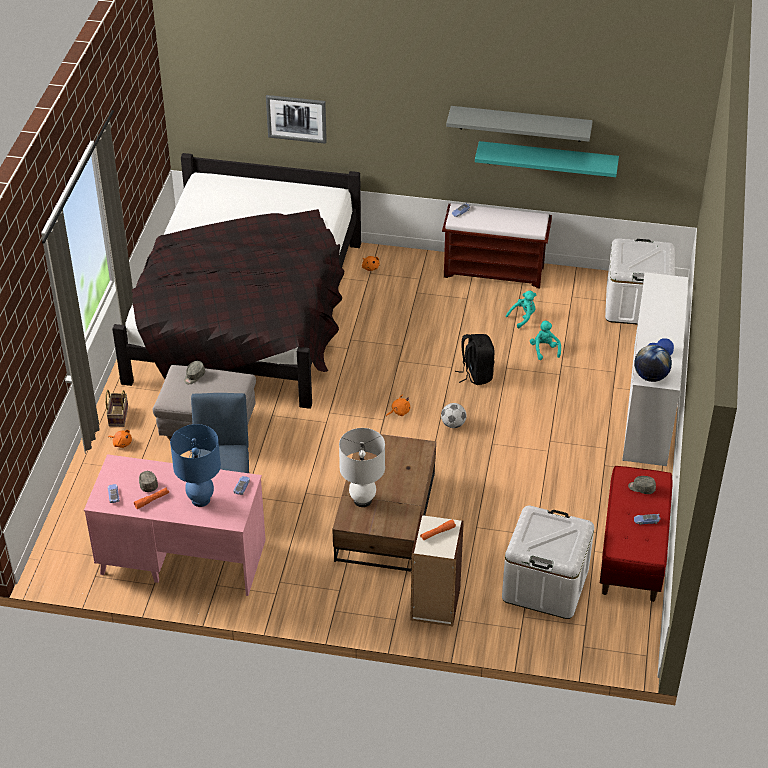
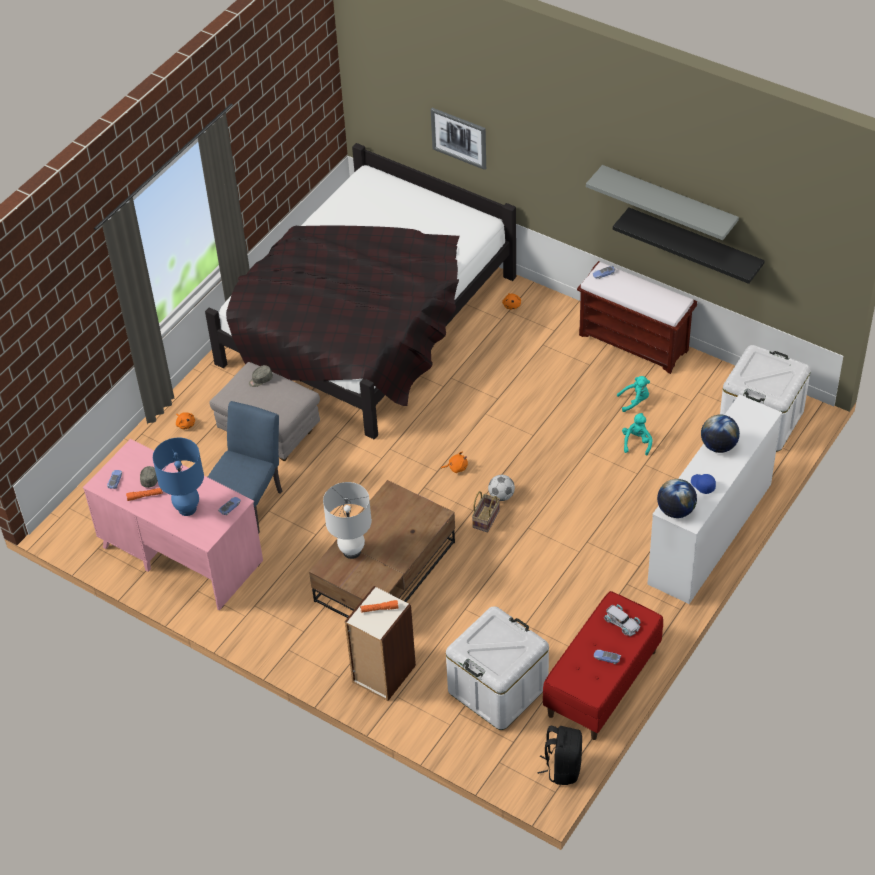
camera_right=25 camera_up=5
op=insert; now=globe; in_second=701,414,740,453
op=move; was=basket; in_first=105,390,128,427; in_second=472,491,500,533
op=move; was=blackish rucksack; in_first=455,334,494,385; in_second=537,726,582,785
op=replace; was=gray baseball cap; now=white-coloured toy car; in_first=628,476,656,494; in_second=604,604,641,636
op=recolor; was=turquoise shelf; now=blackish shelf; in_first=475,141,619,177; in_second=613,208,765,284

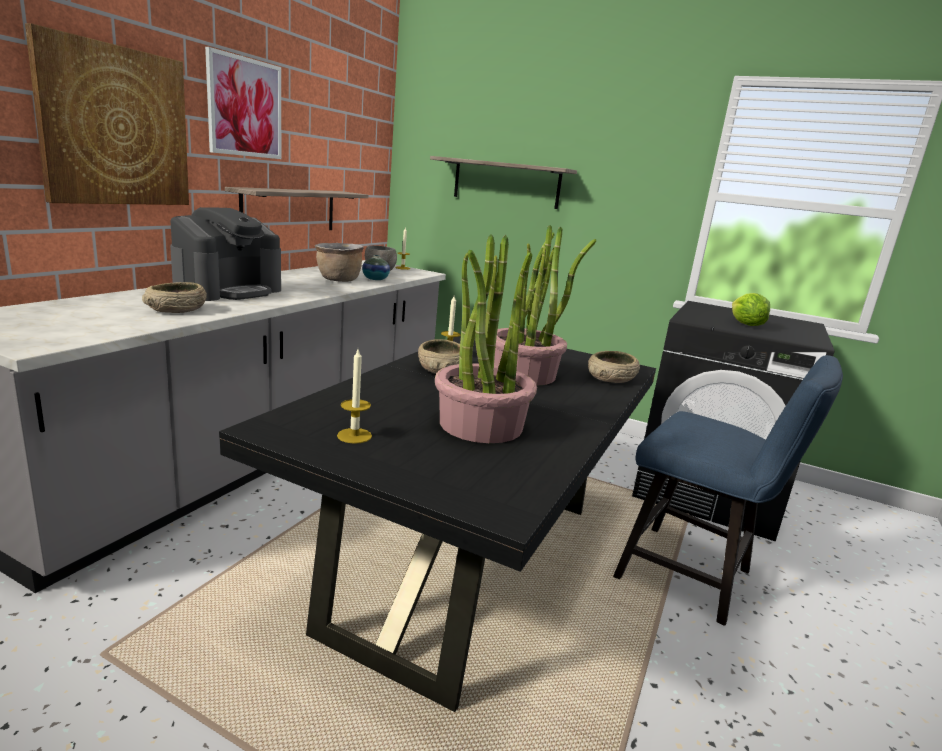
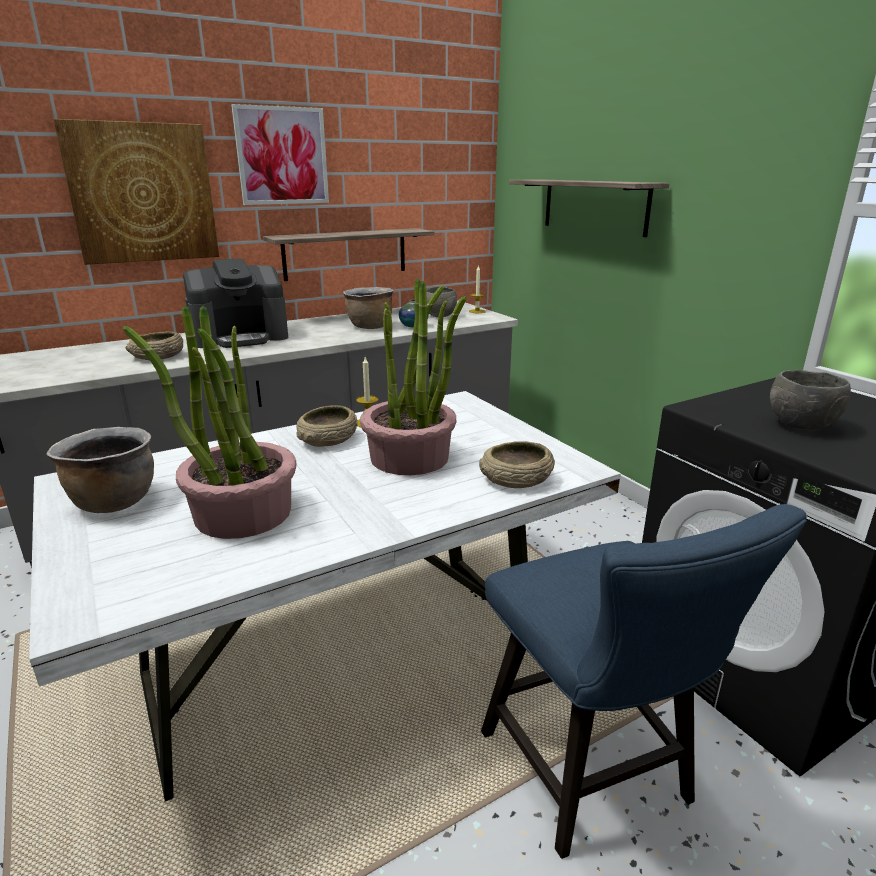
camera_right=35 camera_up=5
op=replace; was=wax candle; now=brown-coloured saucepot; in_first=337,349,372,444; in_second=47,427,154,513
op=replace; was=lettuce; now=gray deep dish; in_first=732,293,770,326; in_second=770,370,851,430
op=recolor; was=blackish dinner table; now=white-coloured dinner table; in_first=219,334,656,712; in_second=29,391,621,801

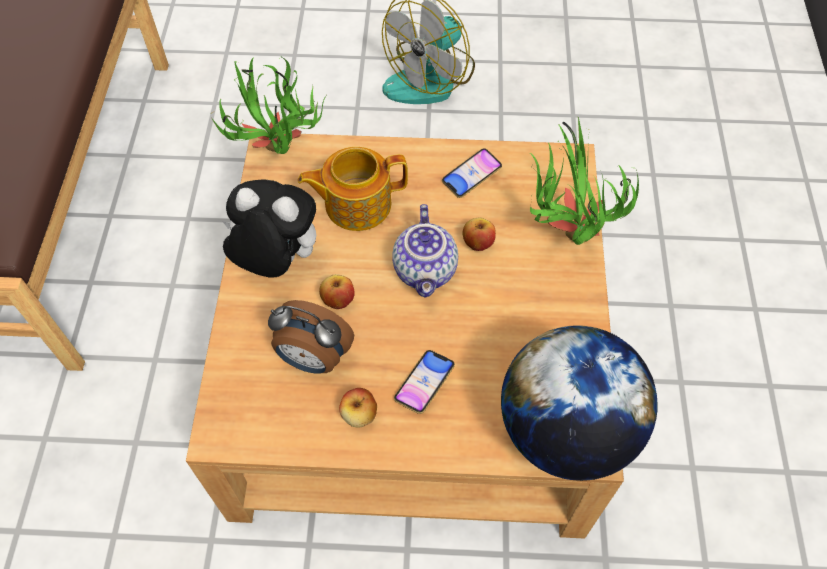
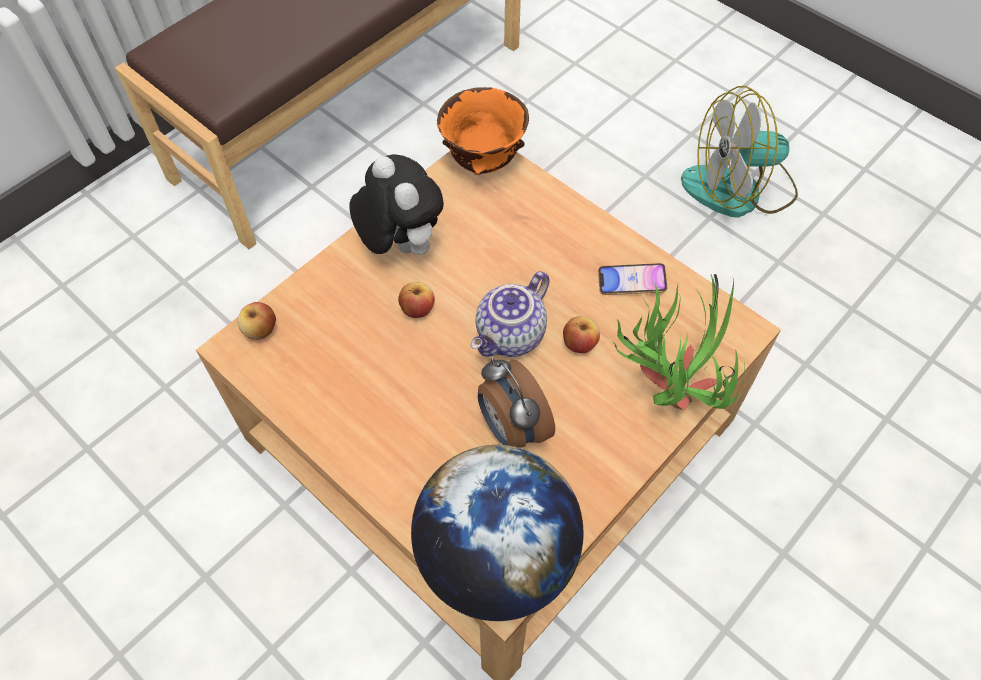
camera_right=40 camera_up=0
op=delete; was=teapot; in_first=298,147,408,231
op=delete; was=telephone; in_first=394,350,455,414
op=move; was=alarm clock; in_first=268,300,354,374; in_second=478,358,555,448
op=move; was=whole apple; in_first=339,388,377,428; in_second=238,302,276,340
op=replace; was=houseplant; now=orange deep dish; in_first=212,57,326,154; in_second=437,87,529,175

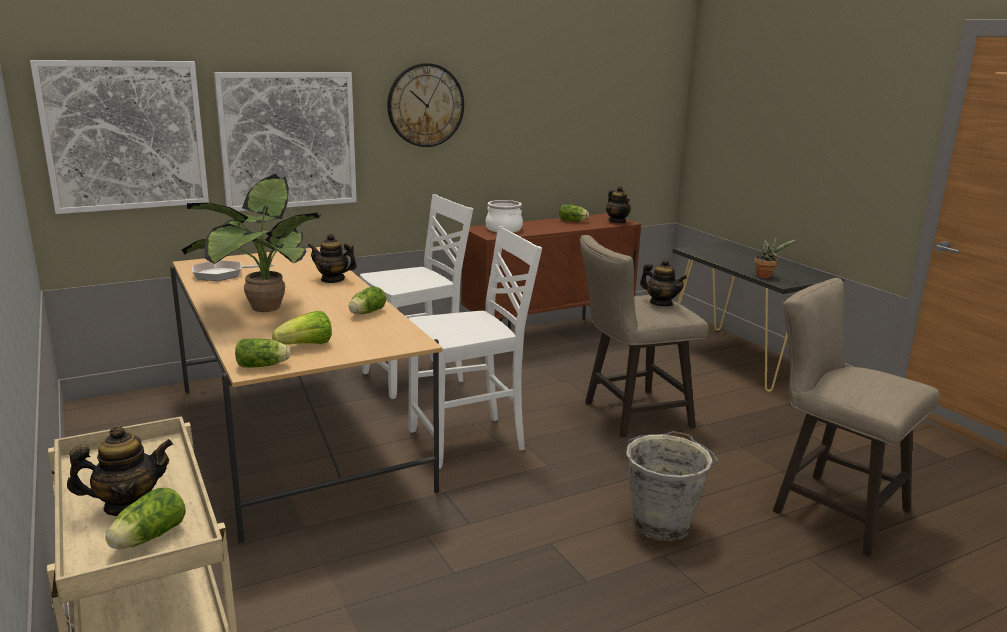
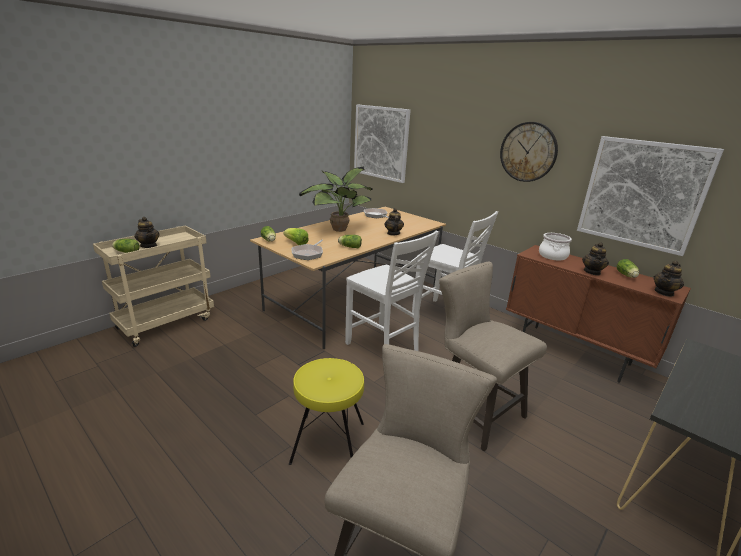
camera_right=70 camera_up=5
op=delete; was=houseplant; in_first=754,236,796,278
op=insert; now=frying pan; in_second=292,240,323,260
op=move; was=picture; in_first=214,72,357,211; in_second=577,136,724,256
op=move; was=teapot; in_first=640,259,687,306; in_second=582,242,609,275
op=replace; was=gray pail; now=yellow sitting stool; in_first=626,431,718,541; in_second=289,358,364,465

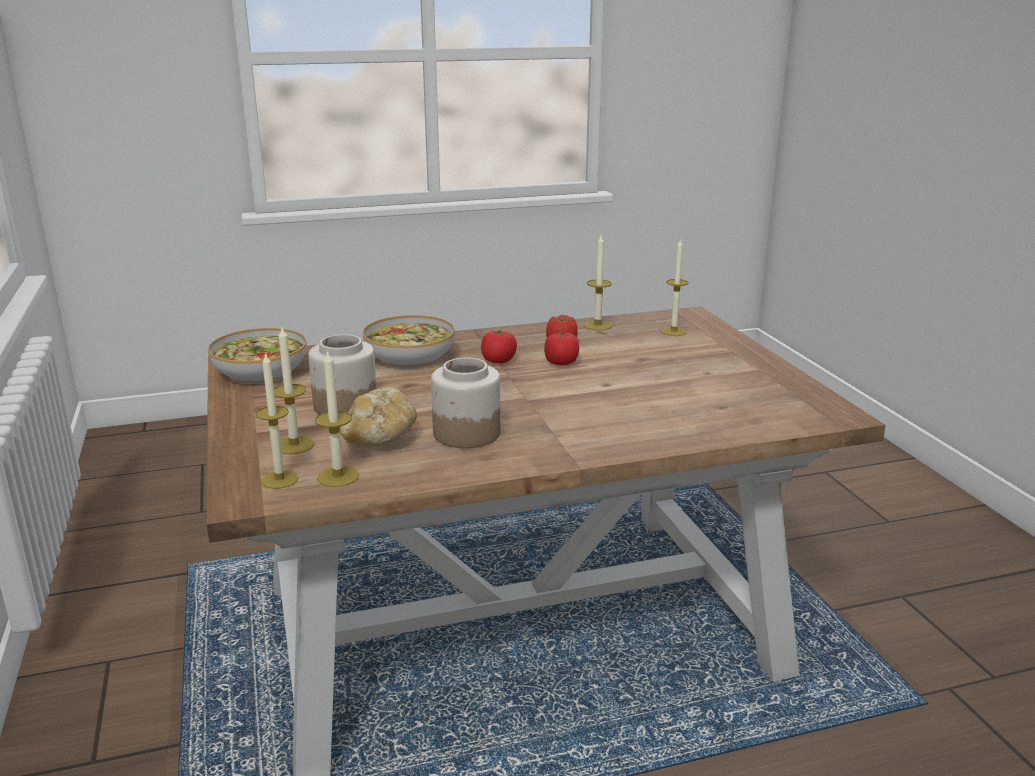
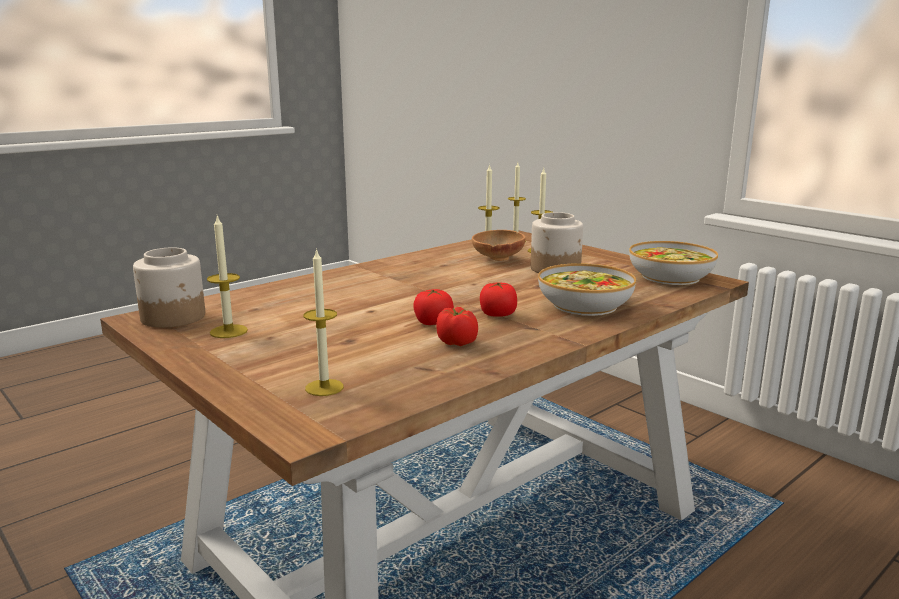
camera_right=155 camera_up=-5
op=move; was=jar; in_first=431,357,501,448; in_second=133,247,205,328
op=move; was=wax candle; in_first=584,235,612,330; in_second=207,216,248,338
op=replace; was=baked bread; now=brown-coloured deep dish; in_first=340,386,417,447; in_second=472,230,526,261

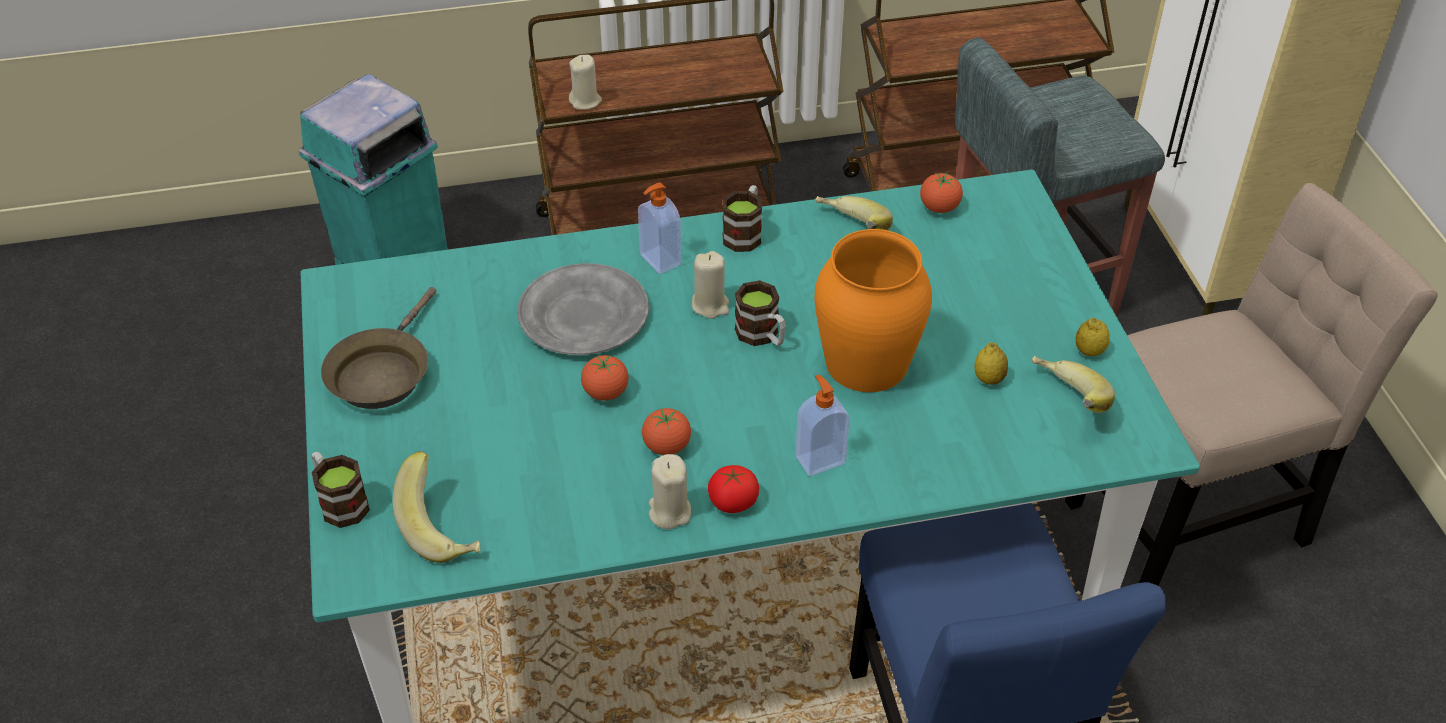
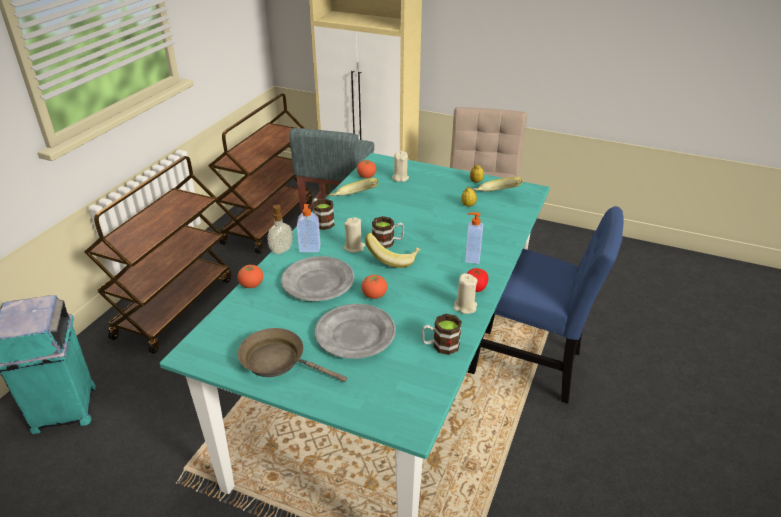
camera_right=-55 camera_up=-10
op=delete; was=orange flower vase; in_first=815,229,932,392
op=insert; now=soap bottle; in_second=267,205,293,254
op=insert; now=gray plate; in_second=315,304,396,359
op=move; was=coffee mug; in_first=312,451,370,528; in_second=422,314,462,355
op=move; was=banana; in_first=393,451,480,563; in_second=365,233,421,268
op=move; was=beige wax candle; in_first=569,55,602,110; in_second=392,151,409,182
op=move; was=whole tomato; in_first=642,408,691,455; in_second=238,265,263,288
op=rotate; was=brown-coloured frying pan; in_first=321,287,436,409; in_second=238,328,347,382; clockwise=150

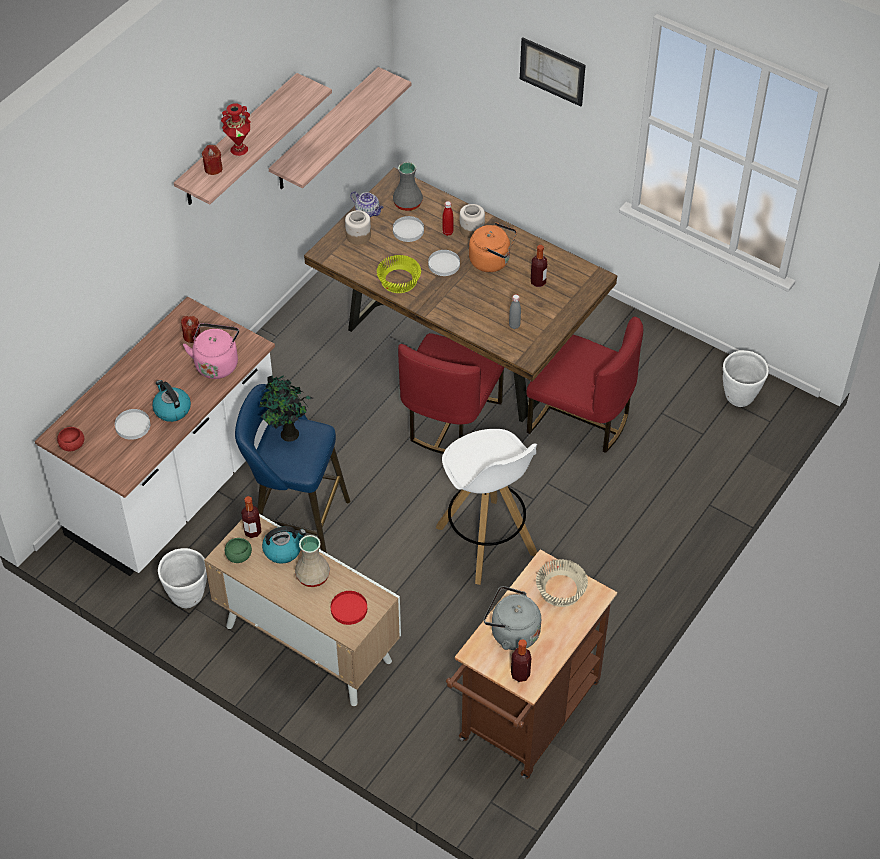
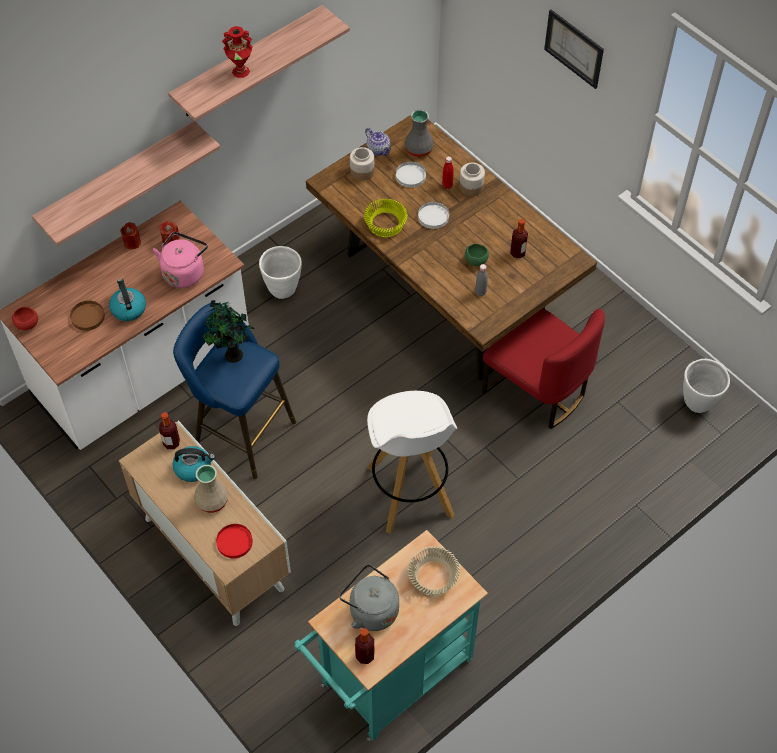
camera_right=15 camera_up=5
op=delete; was=red plain chair; in_first=398,333,504,454
op=delete; was=orange tea kettle; in_first=469,222,517,272
op=move; was=white-coloured flower pot; in_first=158,548,207,608; in_second=259,246,302,299
op=move; was=red wax candle; in_first=202,145,223,175; in_second=120,222,141,250
op=move; was=greenish deep dish; in_first=225,538,252,563; in_second=465,244,489,266
op=move; was=shelf; in_first=269,67,411,189; in_second=32,121,221,246
op=recolor; was=white-coloured plate; now=brown-coloured plate; in_first=115,409,150,440; in_second=70,301,105,331
op=recolor; was=brown-coloured wheeled cart; now=turquoise wheeled cart; in_first=446,549,617,779; in_second=294,530,488,741

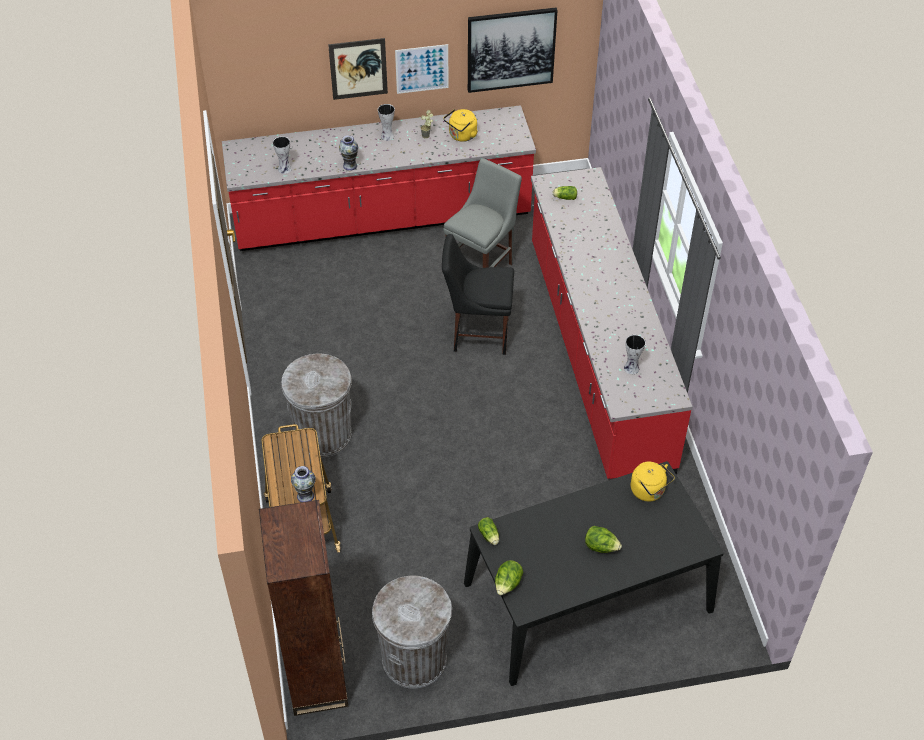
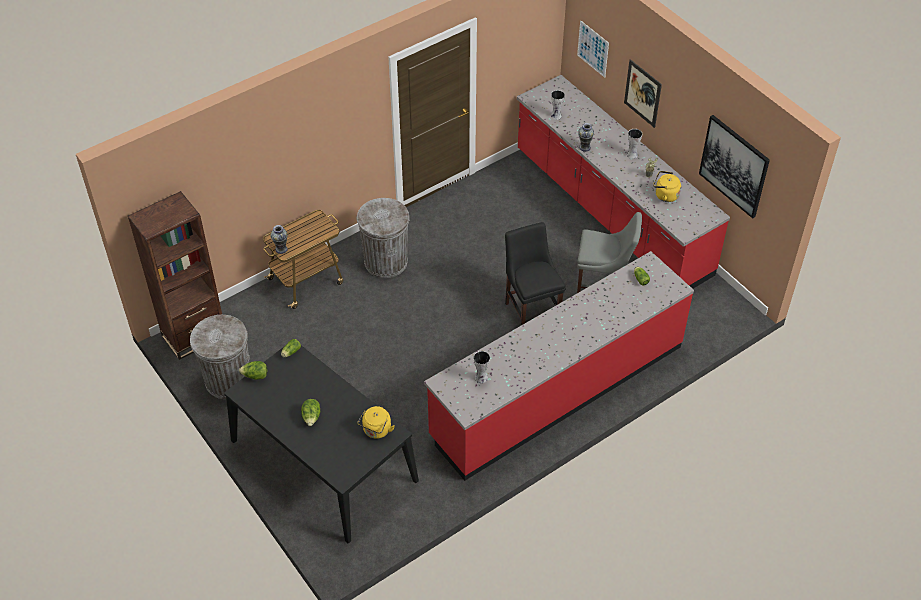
camera_right=65 camera_up=0
op=move; was=picture; in_first=395,44,449,94; in_second=577,20,609,78

